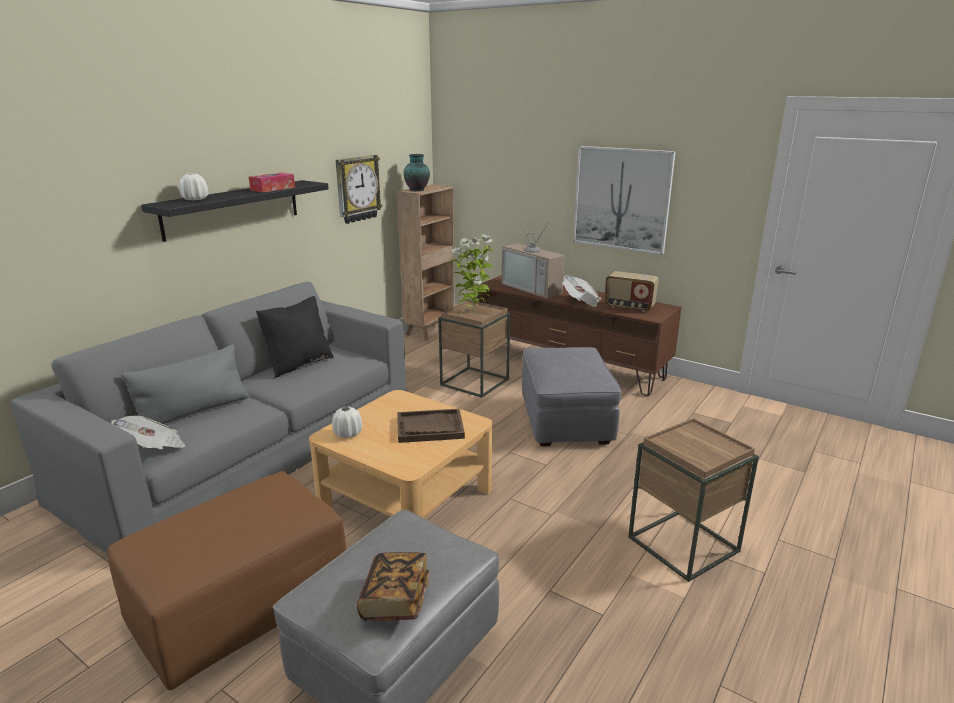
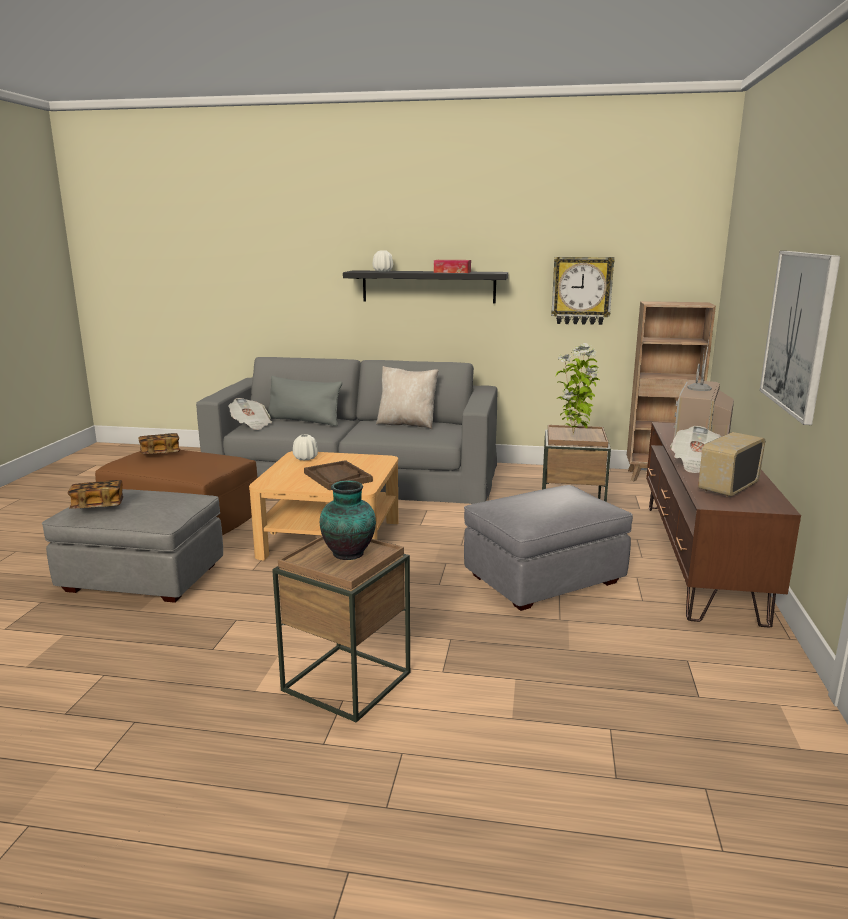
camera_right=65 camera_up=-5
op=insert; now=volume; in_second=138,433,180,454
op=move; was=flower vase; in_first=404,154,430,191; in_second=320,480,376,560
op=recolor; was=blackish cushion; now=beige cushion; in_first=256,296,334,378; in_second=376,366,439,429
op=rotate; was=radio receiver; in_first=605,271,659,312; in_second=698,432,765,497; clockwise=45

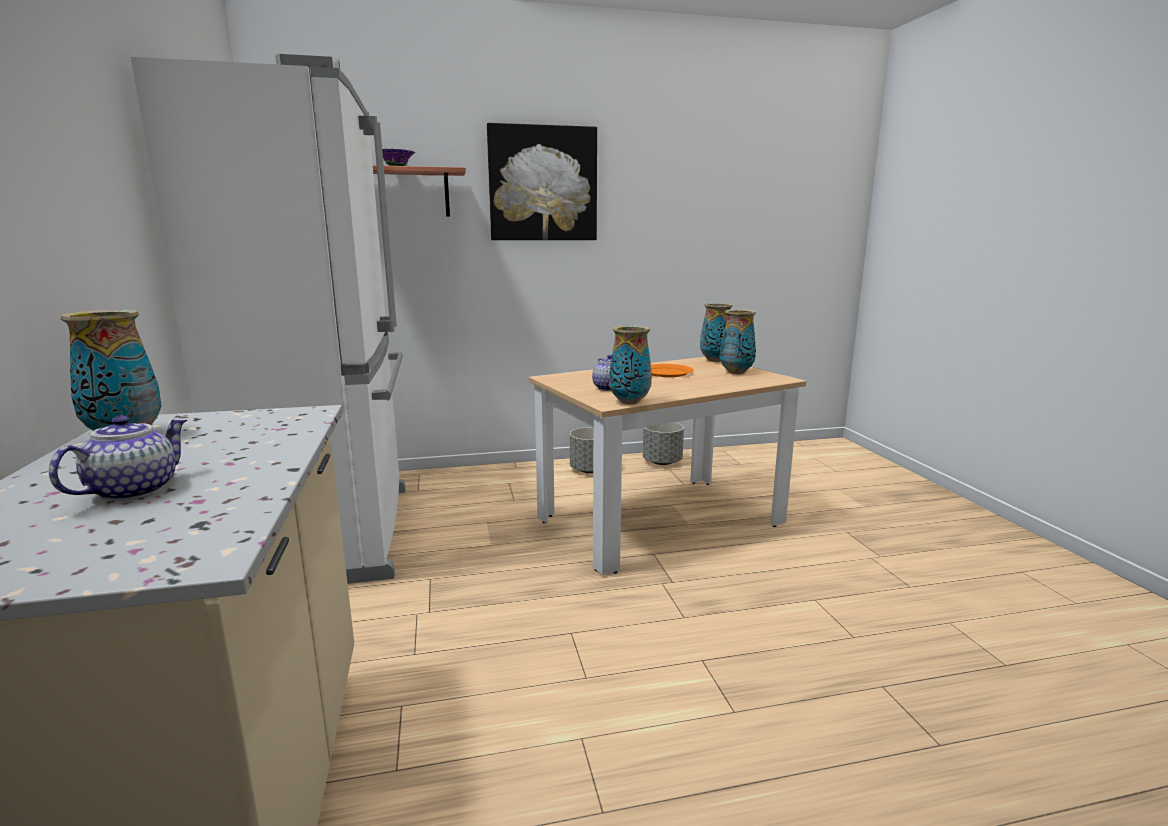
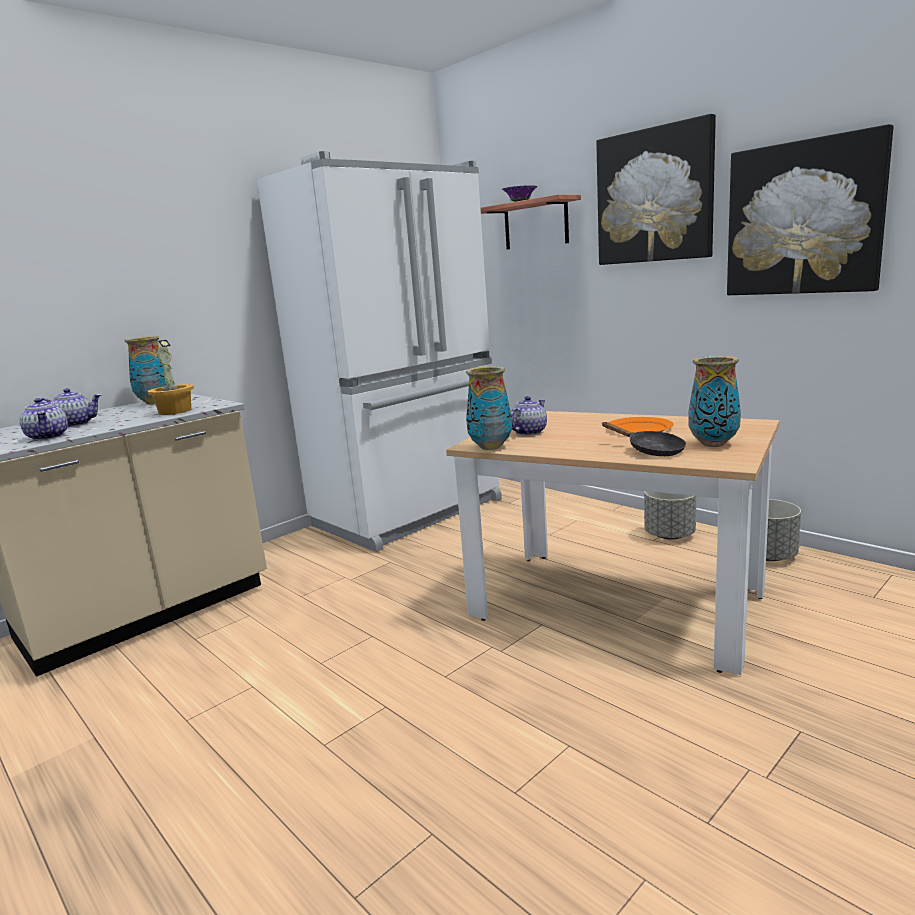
camera_right=60 camera_up=0
op=delete; was=flower vase; in_first=700,303,732,362
op=insert; now=teapot; in_second=20,398,68,440
op=insert; now=houseplant; in_second=148,340,194,415
op=insert; now=blackish frying pan; in_second=602,422,686,456
op=insert; now=picture; in_second=727,124,893,295

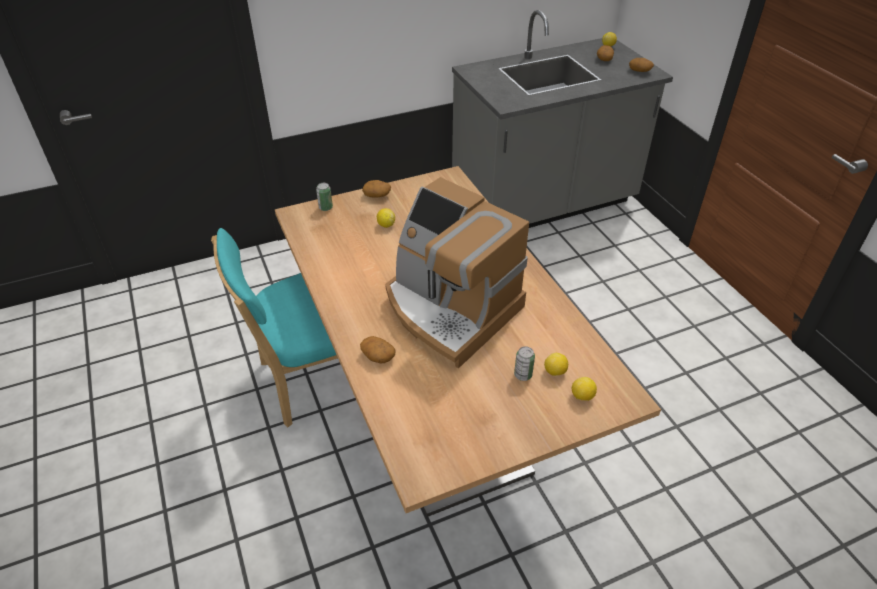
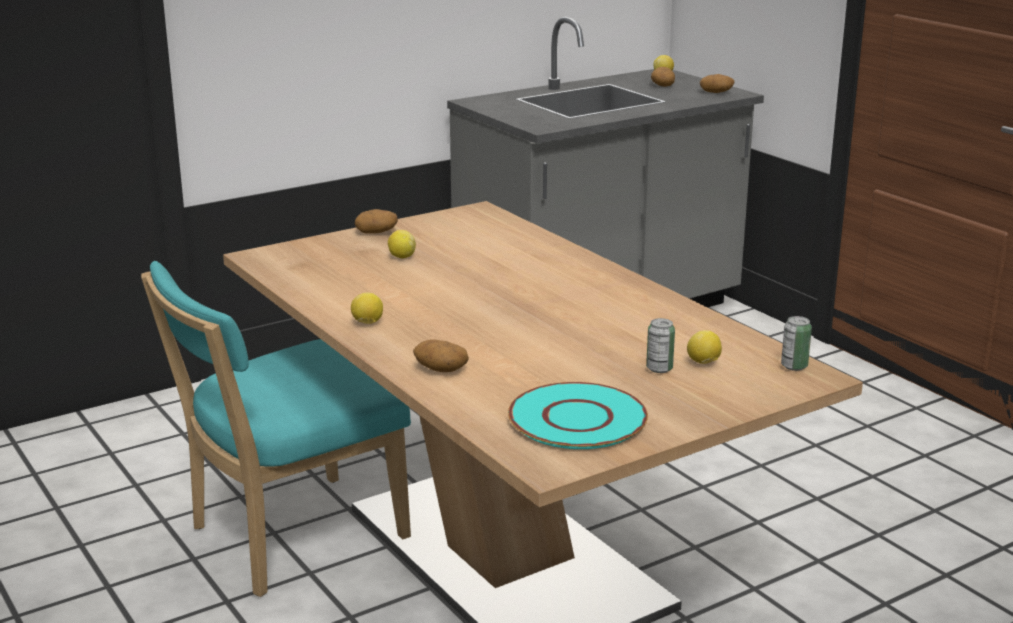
camera_right=-10 camera_up=-20
op=delete; was=coffee brewer; in_first=385,177,529,368
op=insert; now=turquoise plate; in_second=508,382,648,449
op=move; was=sealed can; in_first=316,183,333,211; in_second=781,316,812,371
op=move; was=lemon; in_first=572,377,597,401; in_second=351,292,383,324

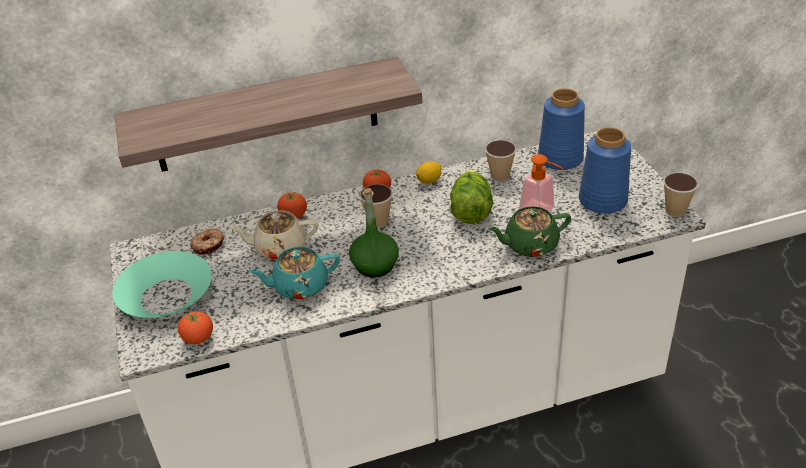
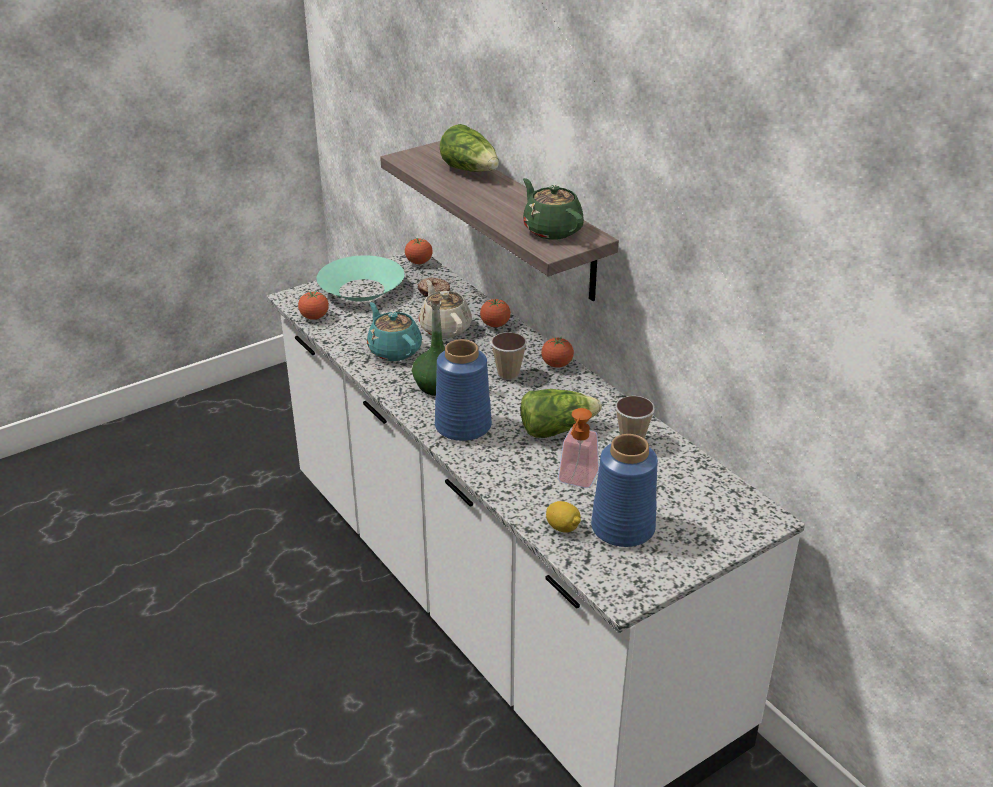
camera_right=70 camera_up=-5
op=delete; was=drinking cup; in_first=663,173,698,217
op=insert; now=whole tomato; in_second=405,238,433,264
op=insert; now=lettuce; in_second=440,124,499,172
op=move; was=lemon; in_first=416,161,441,184; in_second=546,501,581,533
op=move; was=greenish teapot; in_first=488,206,571,257; in_second=523,178,584,239
op=move; was=bluish flower vase; in_first=538,88,585,170; in_second=435,339,492,441

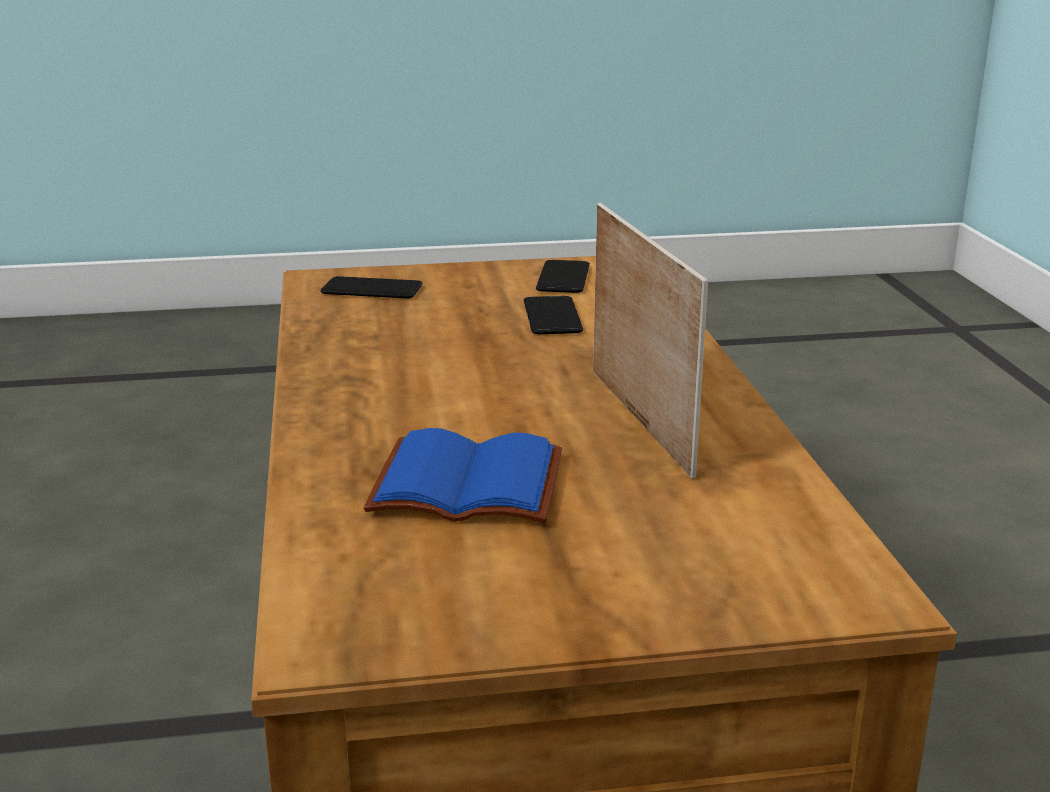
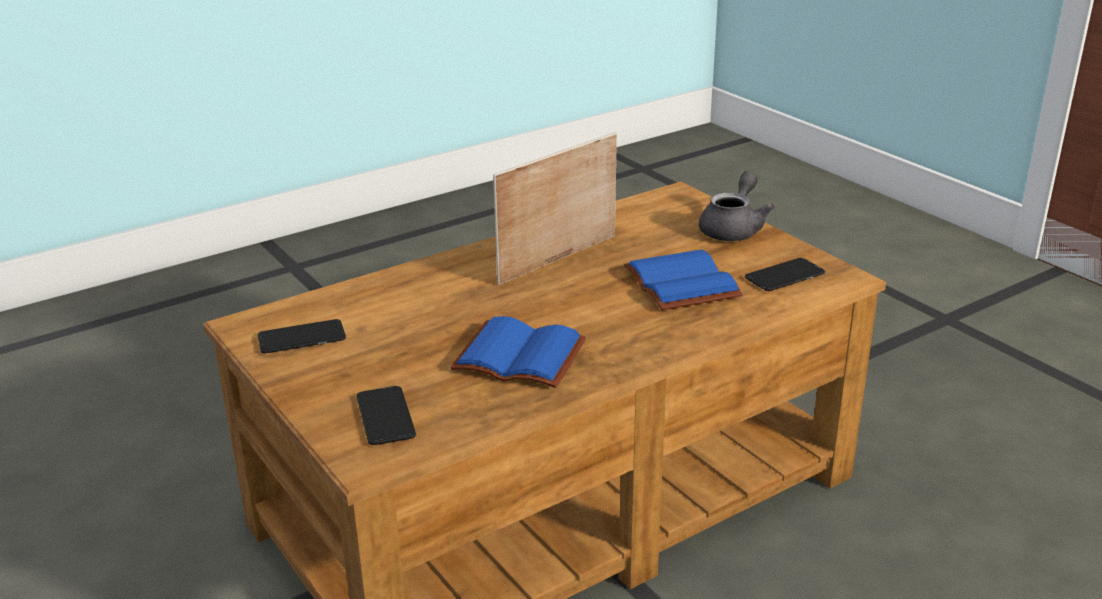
camera_right=-115 camera_up=5
op=insert; now=bluish volume; in_second=450,316,586,388
op=insert; now=gray teapot; in_second=699,171,775,241
op=move; was=telephone; in_first=524,296,583,334; in_second=745,258,825,291

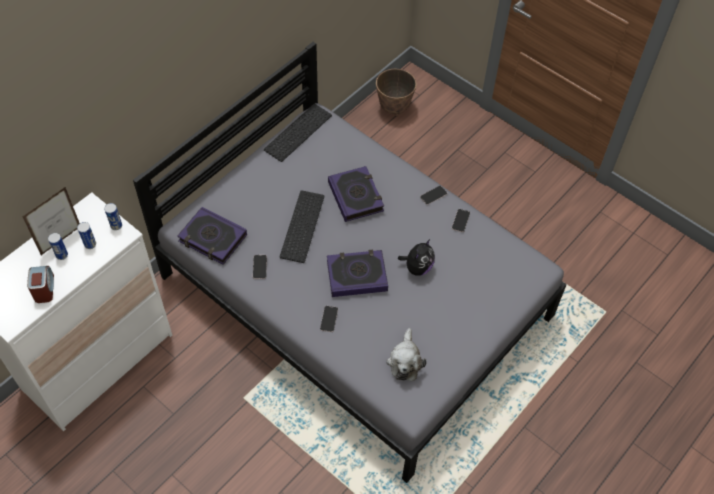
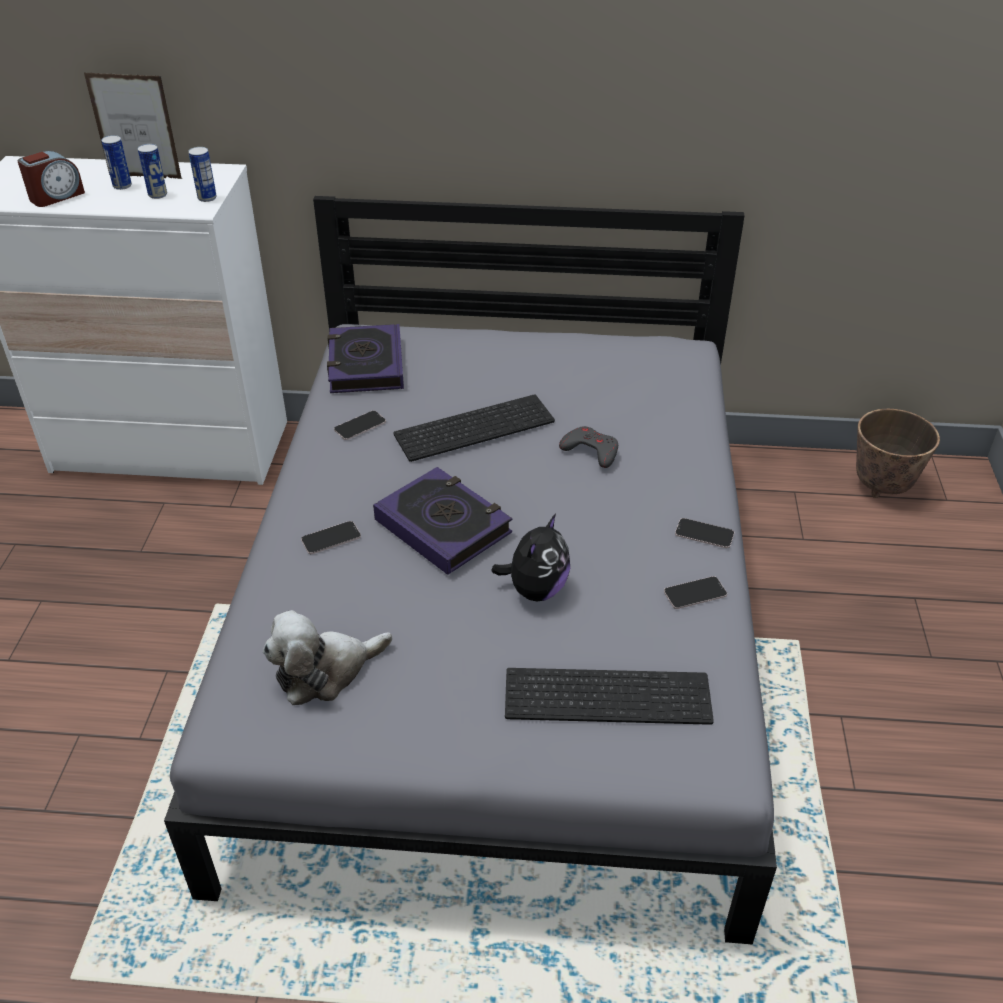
camera_right=55 camera_up=-15
op=move; was=keyboard; in_first=264,104,332,162; in_second=505,668,714,725
op=replace; was=volume; now=gray gamepad; in_first=328,166,384,222; in_second=559,426,618,468
op=rotate; was=plush toy; in_first=398,239,435,276; in_second=491,514,570,601; clockwise=-60

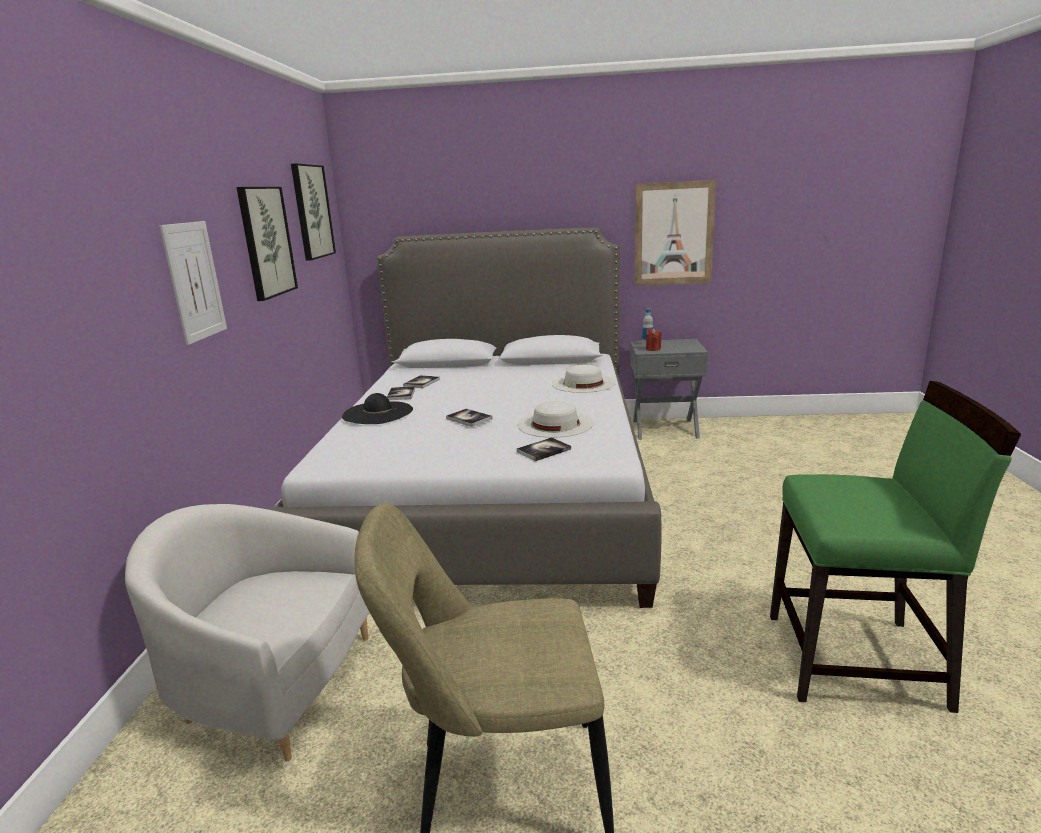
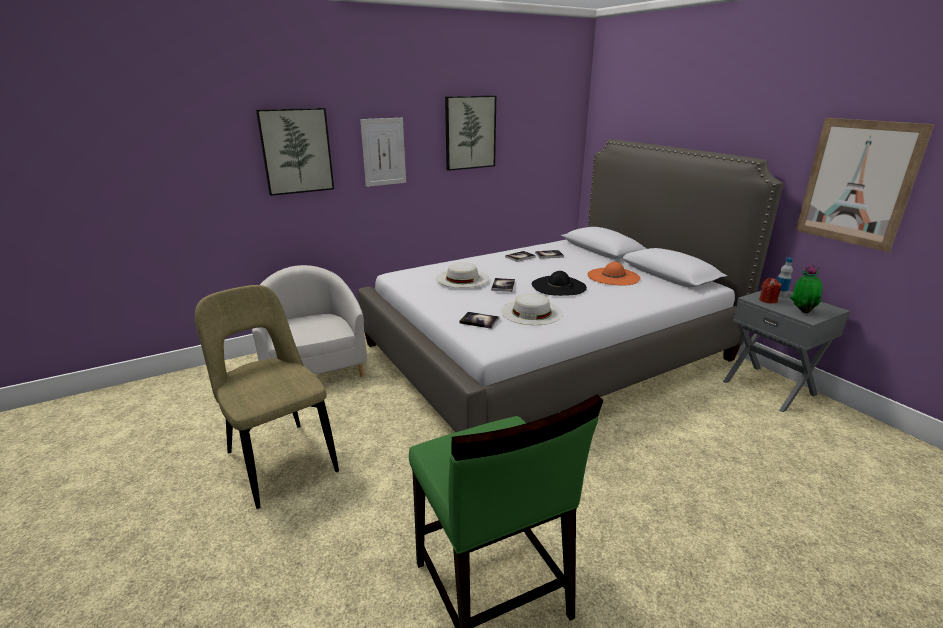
camera_right=55 camera_up=5
op=insert; now=orange hat; in_second=587,262,640,286
op=insert; now=houseplant; in_second=790,265,822,313
op=move; was=picture; in_first=291,163,336,261; in_second=256,108,334,196
op=move; was=blackish hat; in_first=342,393,413,424; in_second=532,271,587,296
op=move; was=white-coloured hat; in_first=552,365,616,393; in_second=436,262,489,288

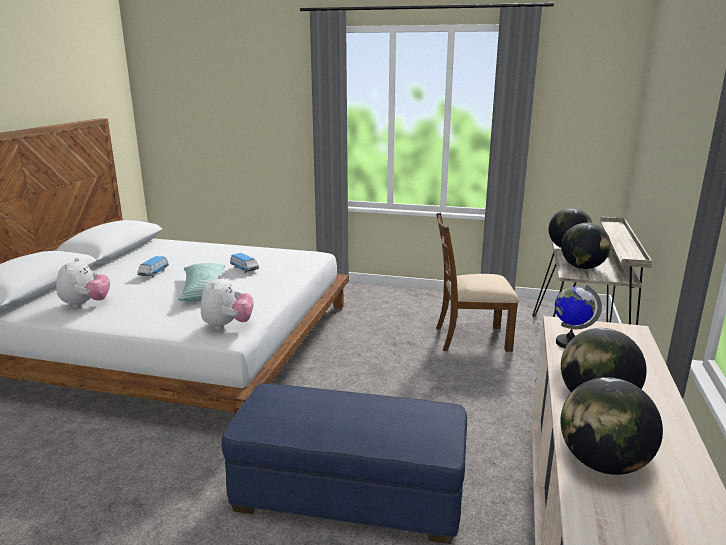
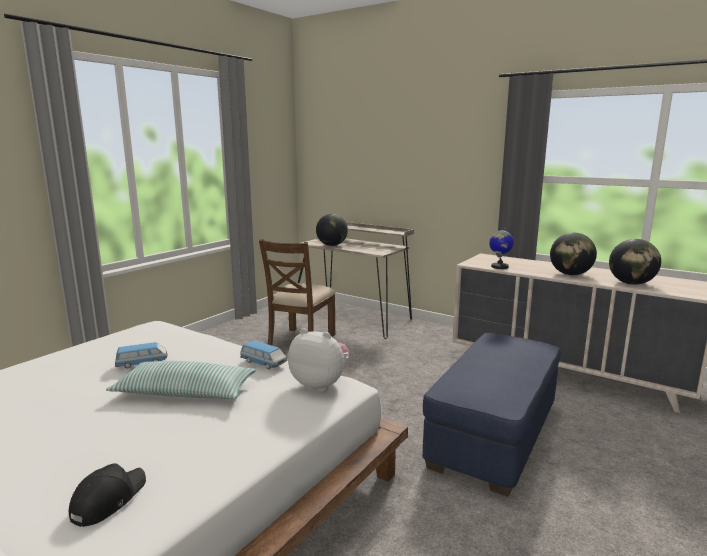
camera_right=-70 camera_up=-5
op=delete; was=globe; in_first=561,223,611,269
op=move; was=toy car; in_first=137,256,169,277; in_second=240,340,287,369
op=replace; was=plush toy; now=blackish baseball cap; in_first=56,258,110,308; in_second=69,463,146,527

